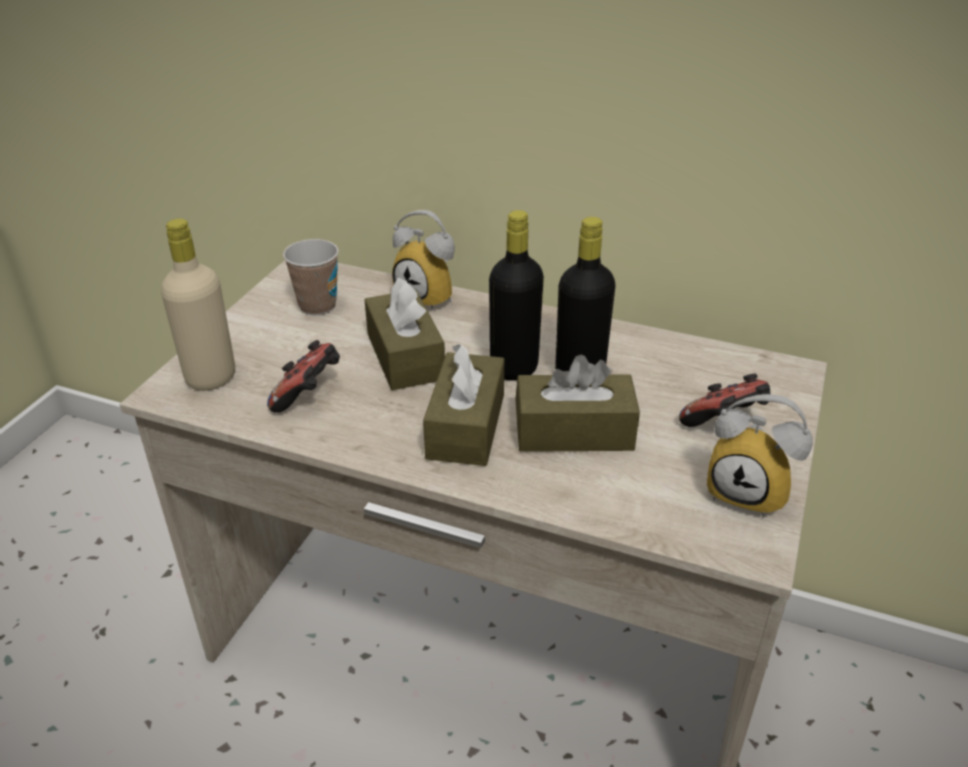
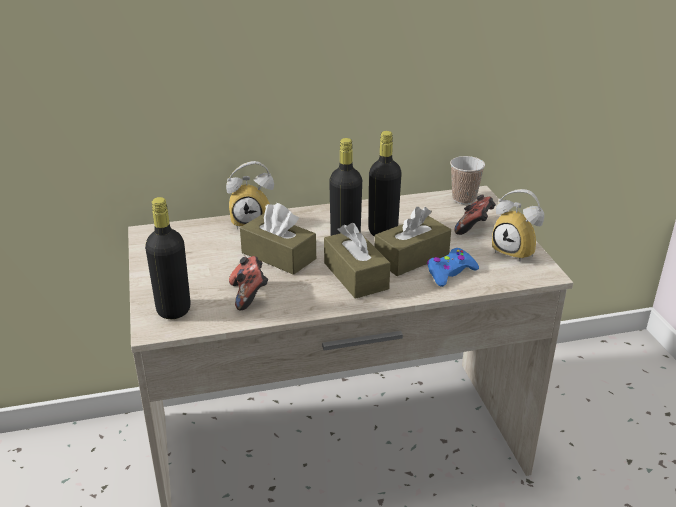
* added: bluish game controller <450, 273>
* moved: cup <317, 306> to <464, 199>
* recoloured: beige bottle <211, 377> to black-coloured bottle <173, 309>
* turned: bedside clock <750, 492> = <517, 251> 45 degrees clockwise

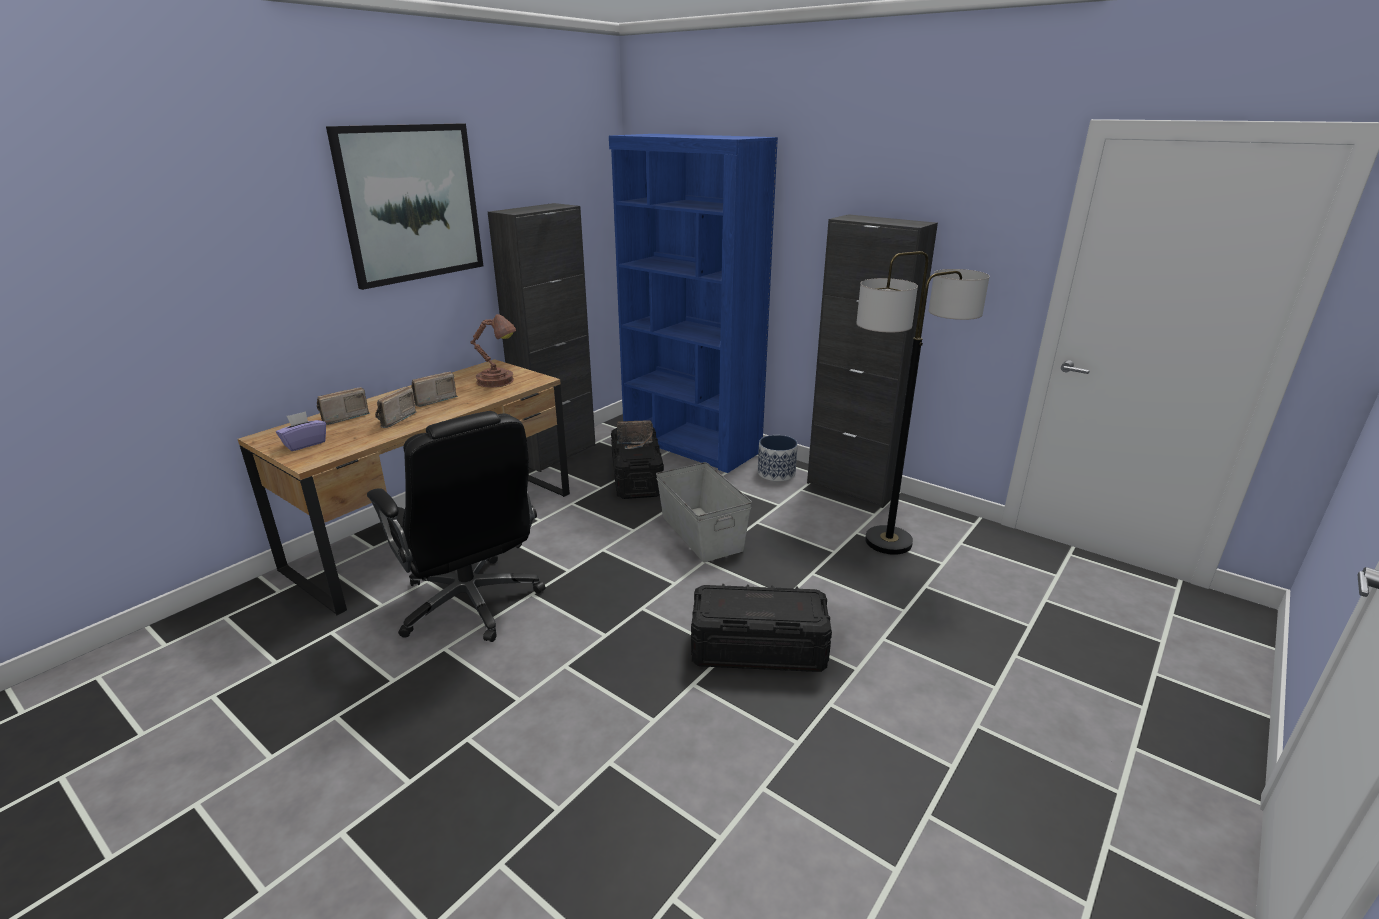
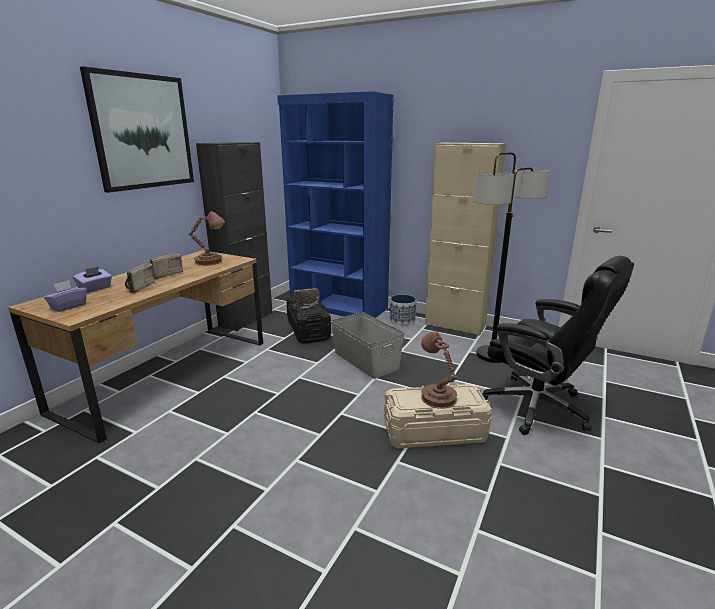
* added: brown-coloured tabletop lamp <436, 396>
* moved: black-coloured desk chair <471, 603> to <538, 407>
* replaced: radio <343, 417> to purple-coloured box of tissues <95, 289>
* recoloured: black-coloured storage container <758, 649> to beige storage container <434, 432>
* recoloured: black-coloured cabinet <852, 488> to beige cabinet <455, 325>

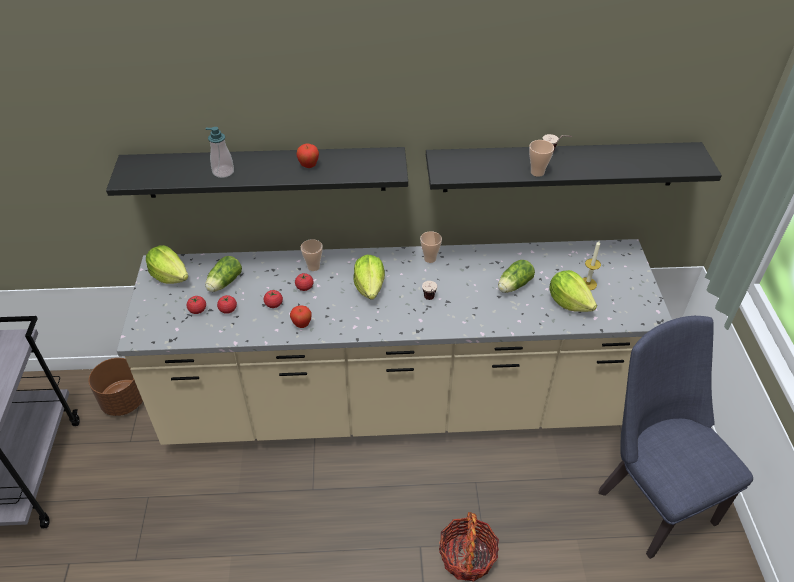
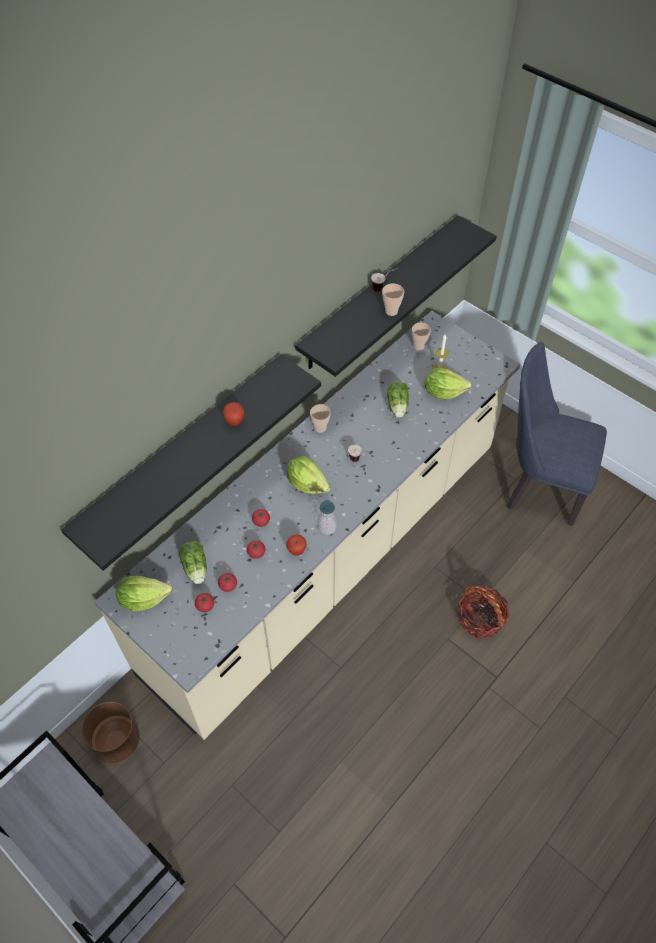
* moved: liquid soap bottle <223, 172> to <327, 526>
* moved: cup <313, 267> to <419, 346>

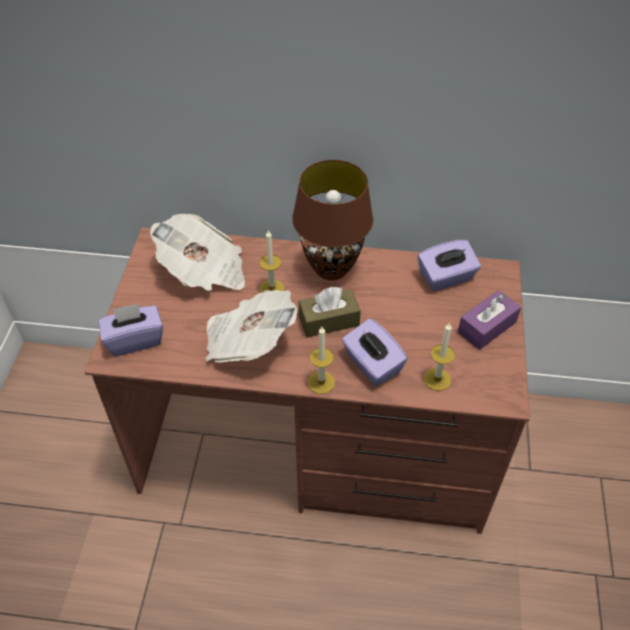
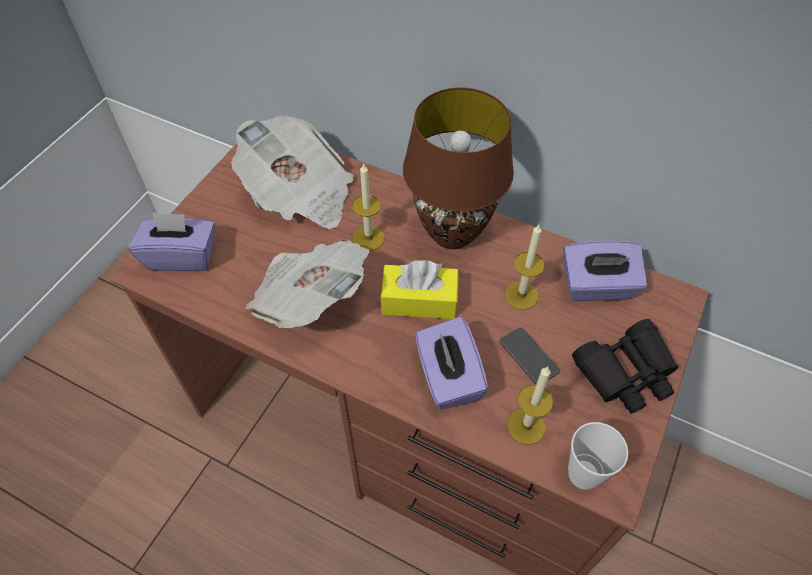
* added: handset <528, 356>
* added: cup <583, 474>
* moved: candle <321, 382> to <521, 295>
* replaced: purple-coloured box of tissues <487, 327> to black-coloured pair of binoculars <625, 373>
* recoloured: brown-coloured box of tissues <329, 321> to yellow box of tissues <419, 301>

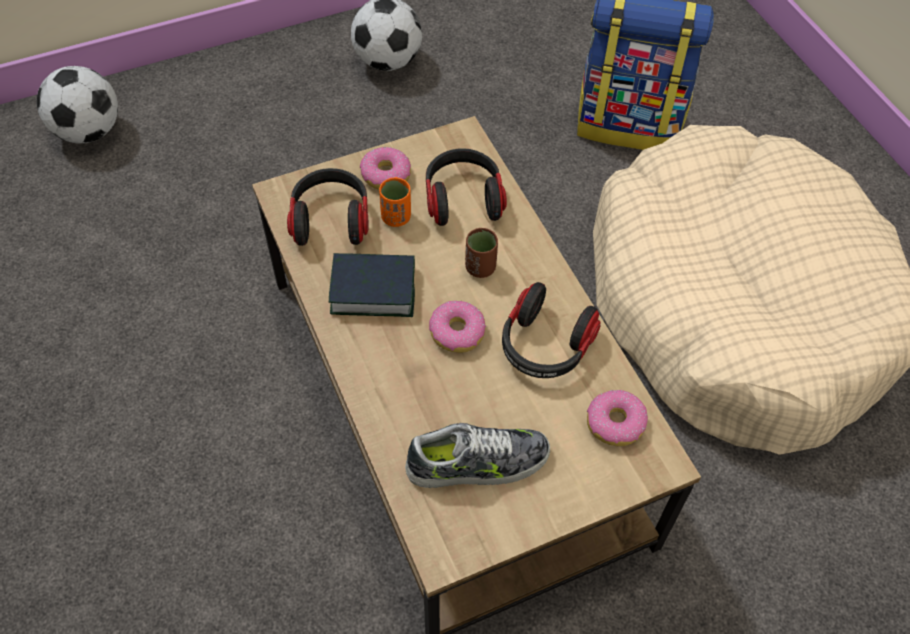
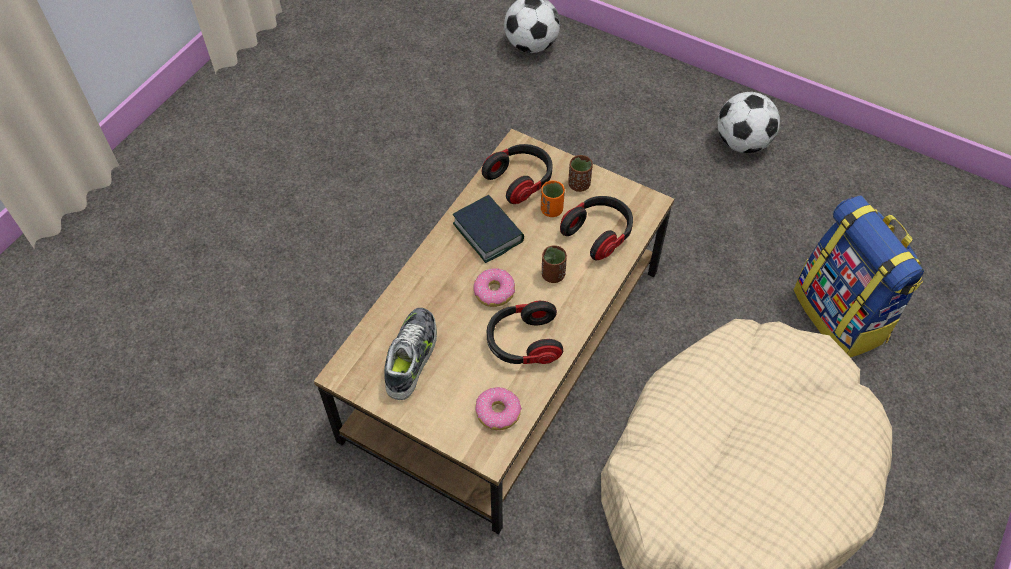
* replaced: ring doughnut <385, 175> to brown-coloured cup <579, 184>
* turned: low shoe <478, 464> = <412, 356> 120 degrees counterclockwise

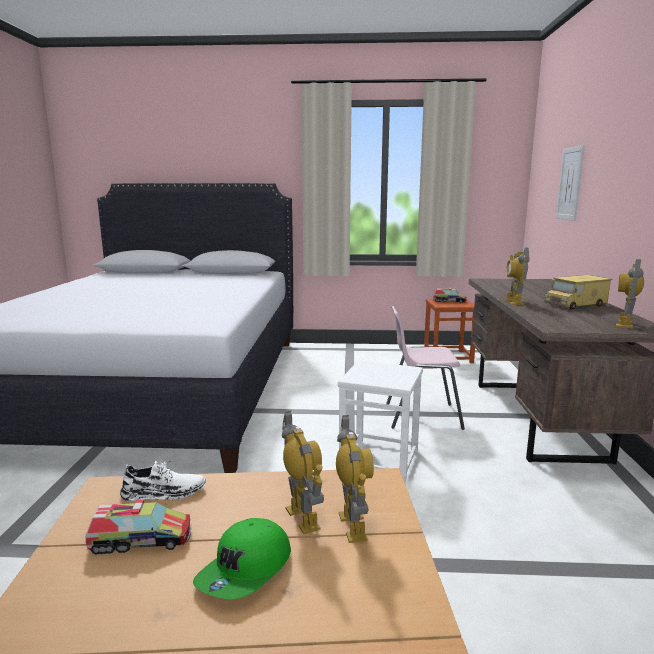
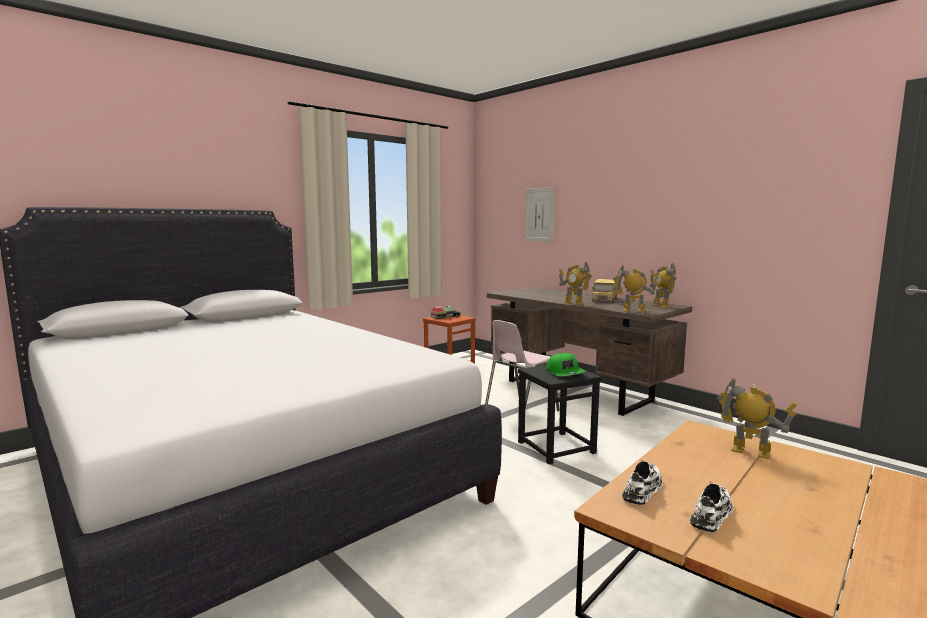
* moved: green-coloured baseball cap <246, 571> to <565, 373>
* moved: robot figure <303, 518> to <633, 311>
* replaced: toy truck <141, 540> to white-coloured low shoe <712, 514>
* recoloured: white-coloured sitting stool <380, 459> to black-coloured sitting stool <556, 447>

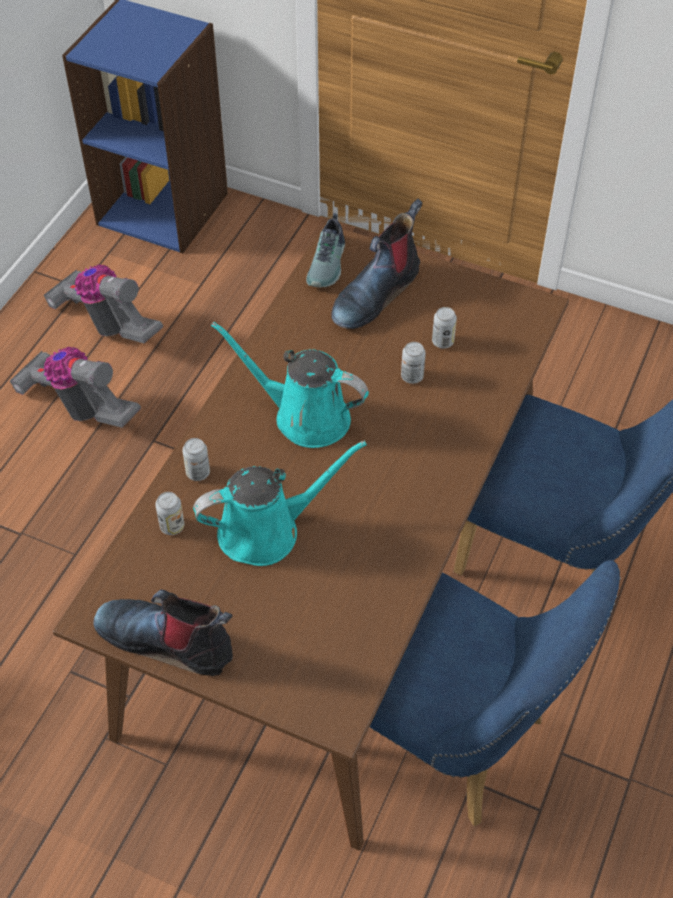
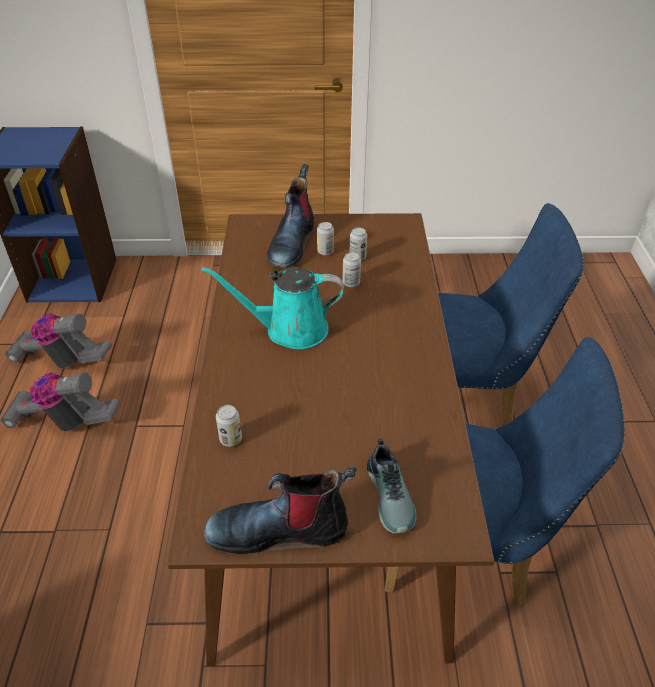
* removed: turquoise-coloured sprinkling can <267, 530>
* moved: sealed can <198, 473> to <325, 251>
* moved: low shoe <329, 264> to <392, 495>

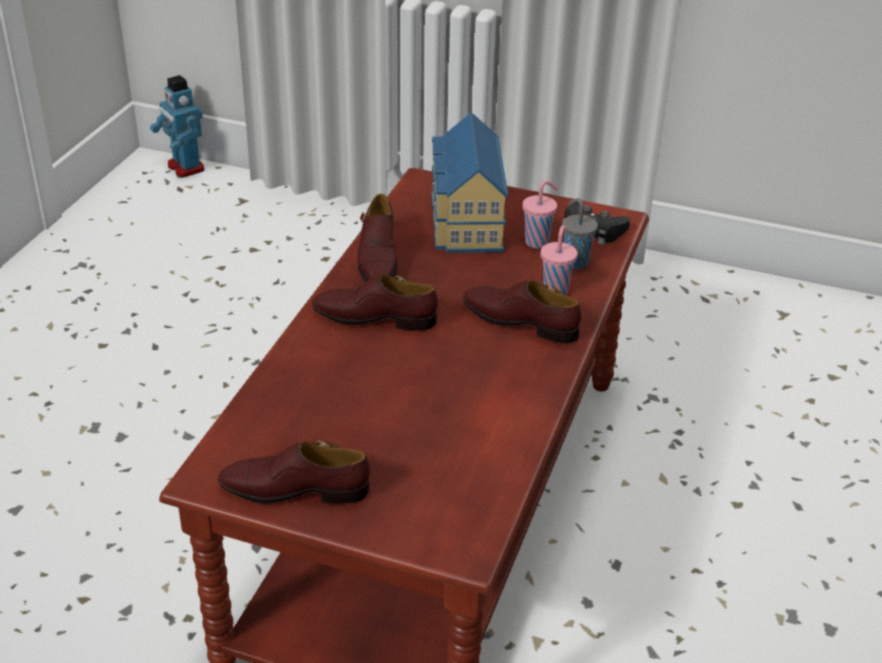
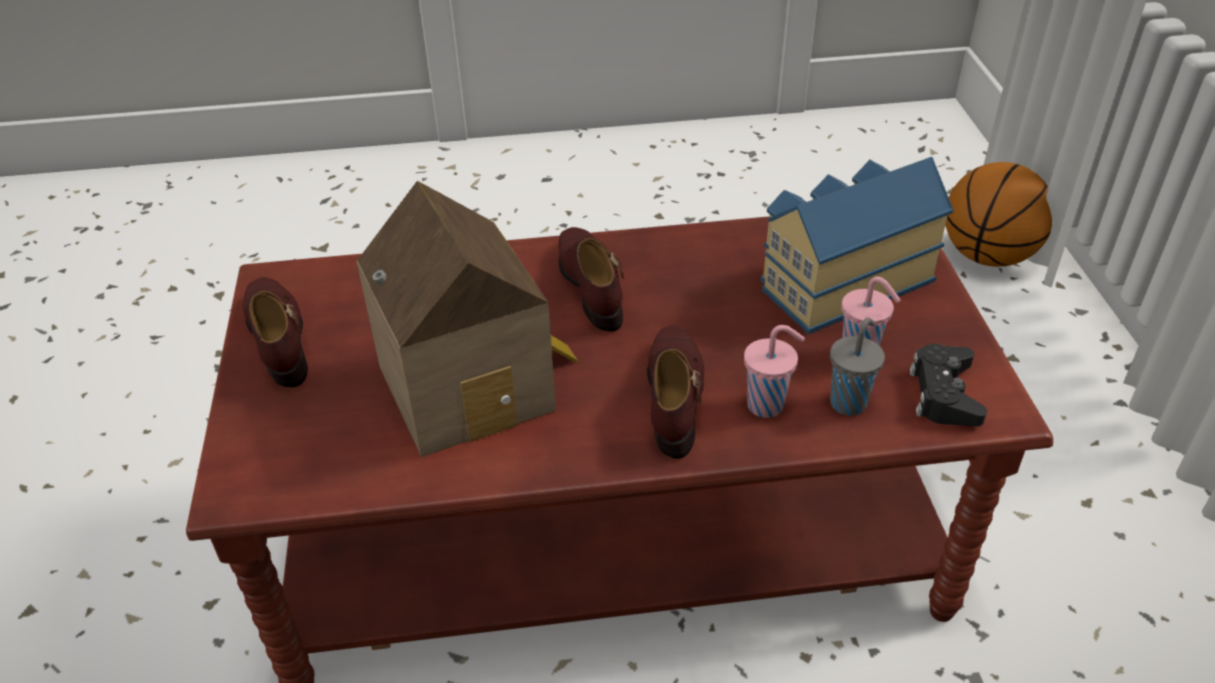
* removed: robot figure <185, 168>
* removed: brown-coloured low shoe <377, 260>
* added: toy house <474, 384>
* added: basketball ball <988, 256>

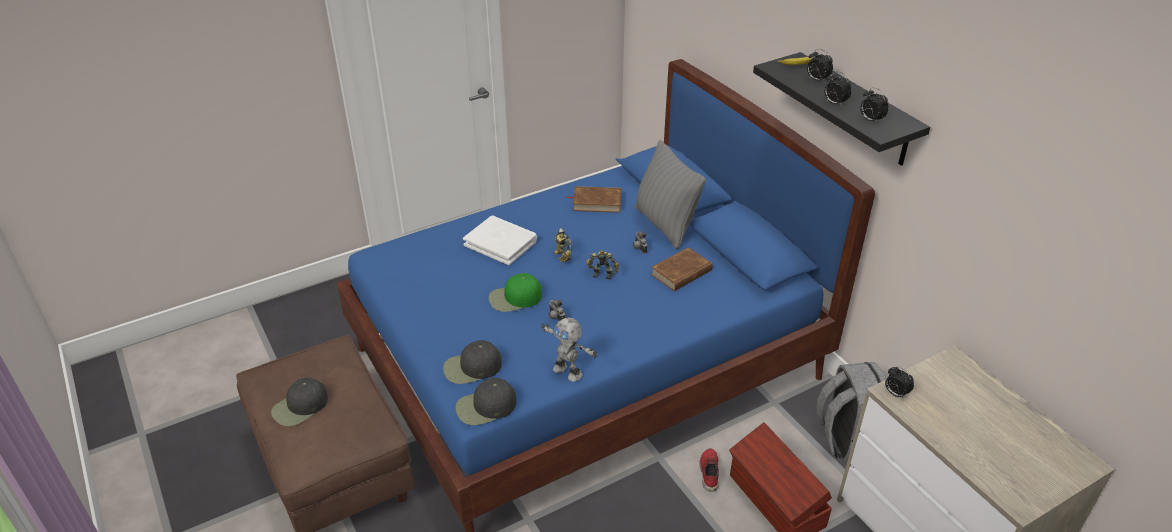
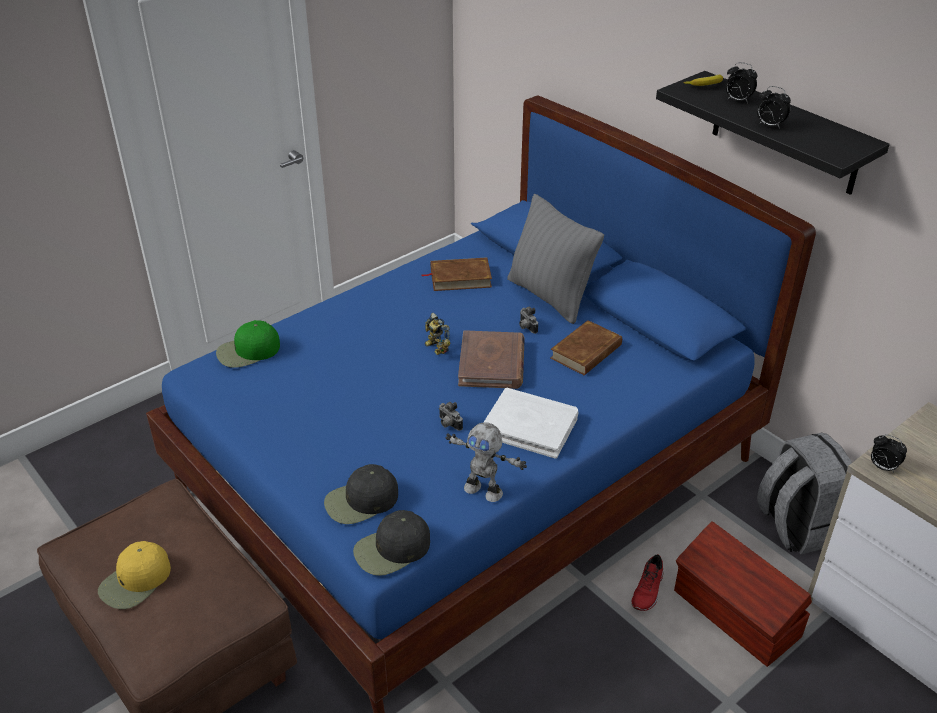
* removed: bedside clock <870, 120>
* moved: white-coloured volume <501, 242> to <530, 426>
* moved: green-coloured baseball cap <515, 298> to <248, 351>
* replaced: robot figure <602, 273> to brown-coloured volume <492, 363>
* recoloured: black-coloured baseball cap <300, 407> to yellow baseball cap <135, 581>
* turned: red-coloured low shoe <708, 472> = <648, 590> 150 degrees counterclockwise

